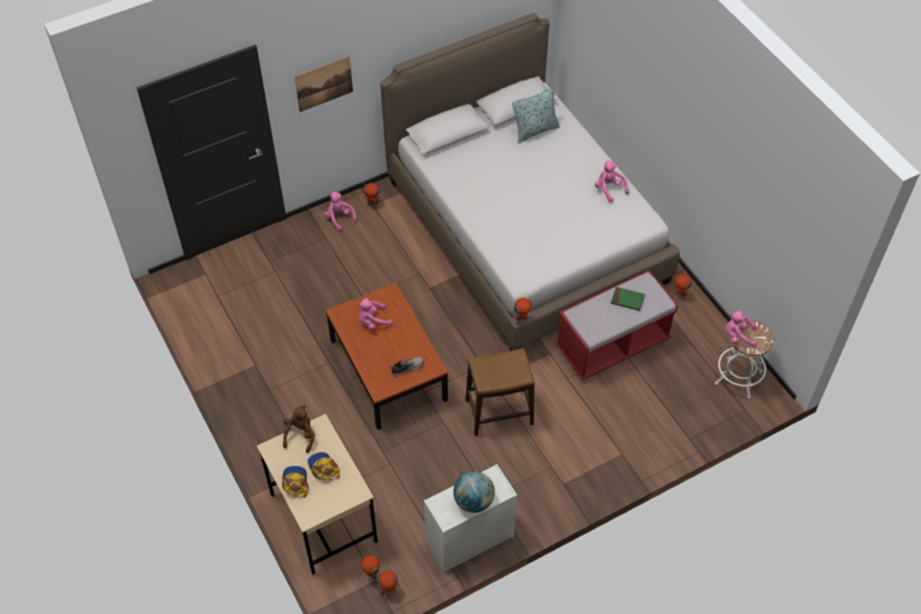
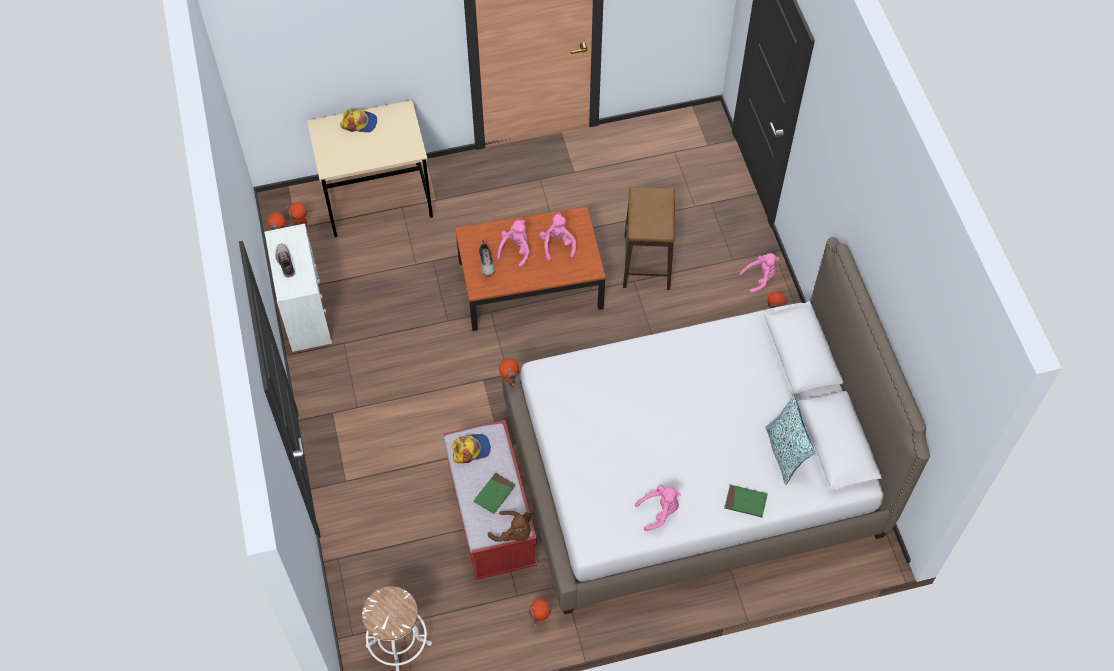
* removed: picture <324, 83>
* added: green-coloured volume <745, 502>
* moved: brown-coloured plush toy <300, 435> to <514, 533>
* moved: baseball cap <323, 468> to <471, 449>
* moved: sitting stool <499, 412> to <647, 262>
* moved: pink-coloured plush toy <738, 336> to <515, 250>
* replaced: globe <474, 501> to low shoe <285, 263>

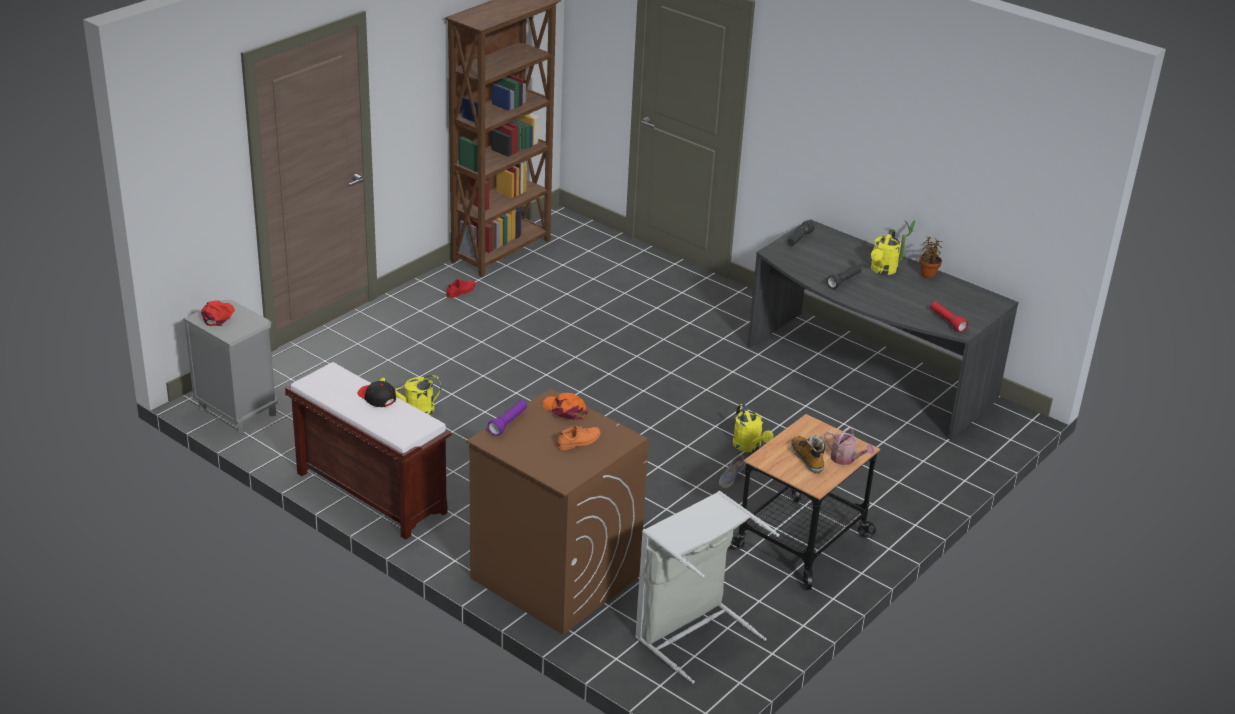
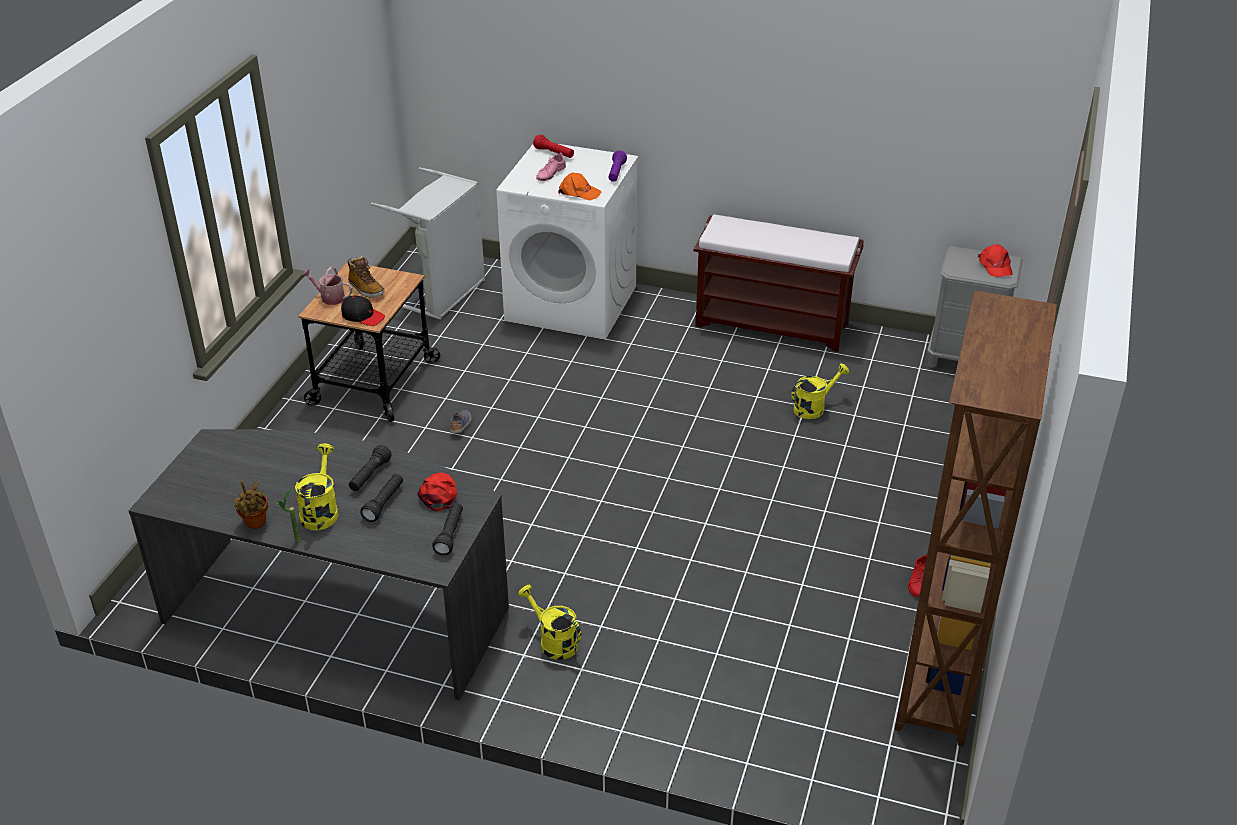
* added: black-coloured hand torch <384, 503>
* added: red-coloured baseball cap <438, 494>
* moved: black-coloured baseball cap <377, 397> to <363, 316>
* moved: yellow sprinkling can <750, 447> to <553, 641>
* moved: red-coloured hand torch <947, 321> to <554, 153>
* recoloured: brown-coloured laundry appliance <553, 577> to white-coloured laundry appliance <572, 303>
* recoloured: orange-coloured low shoe <578, 441> to pink-coloured low shoe <550, 173>

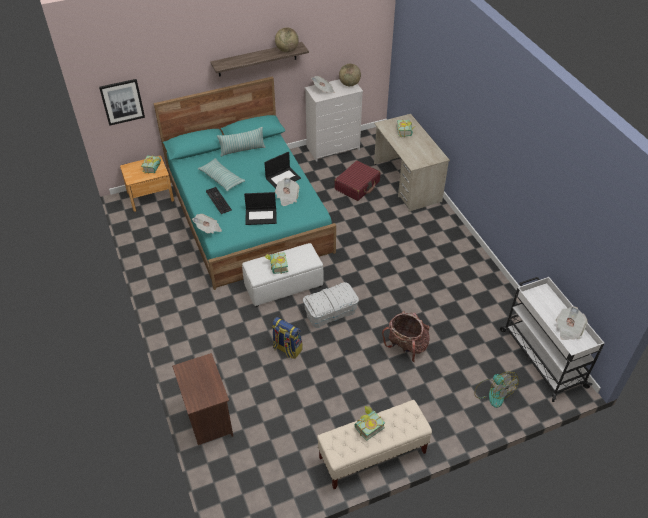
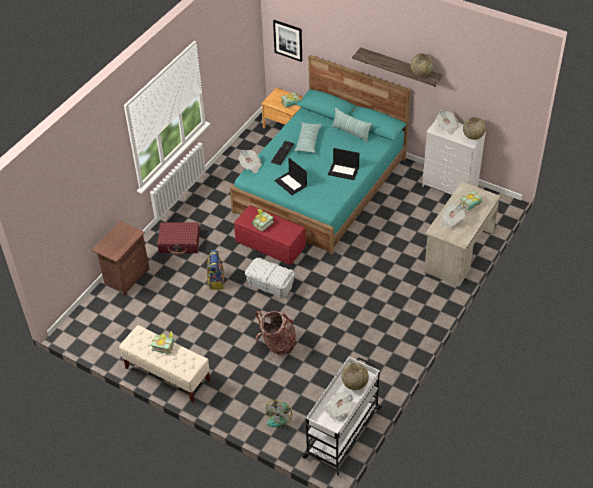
* added: globe <355, 384>
* moved: daily paper <287, 197> to <451, 220>
* moved: red-coloured piece of luggage <357, 185> to <179, 242>
* recoloured: white-coloured pouffe <284, 286> to red-coloured pouffe <271, 246>

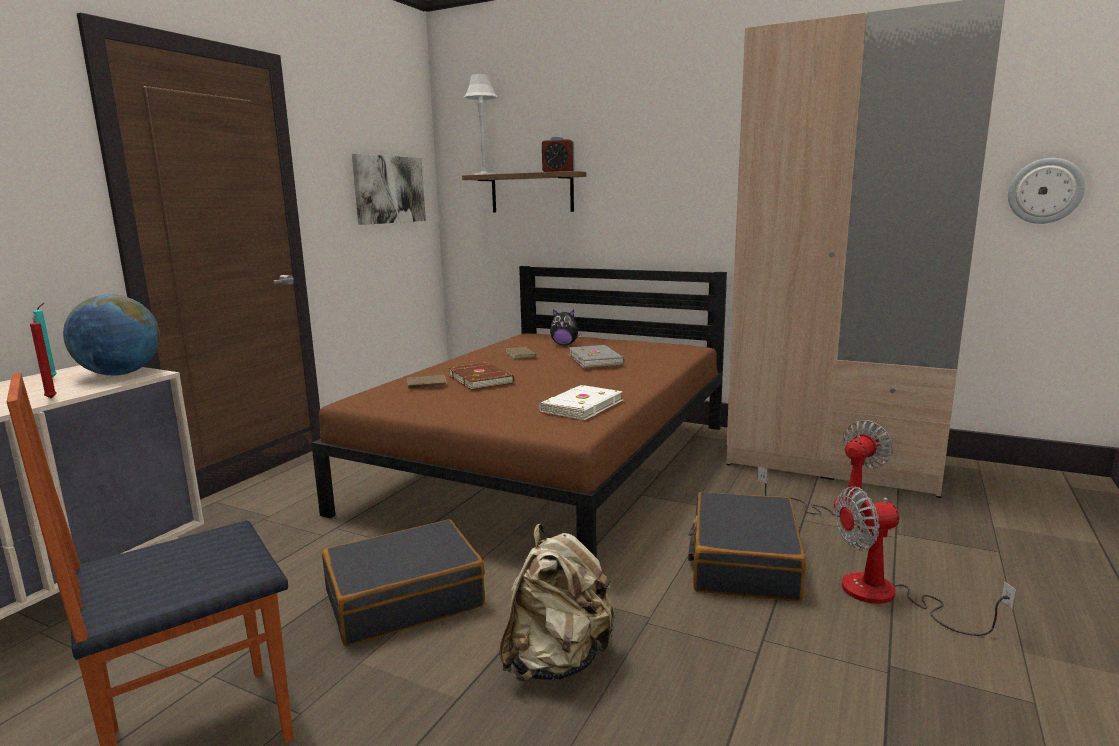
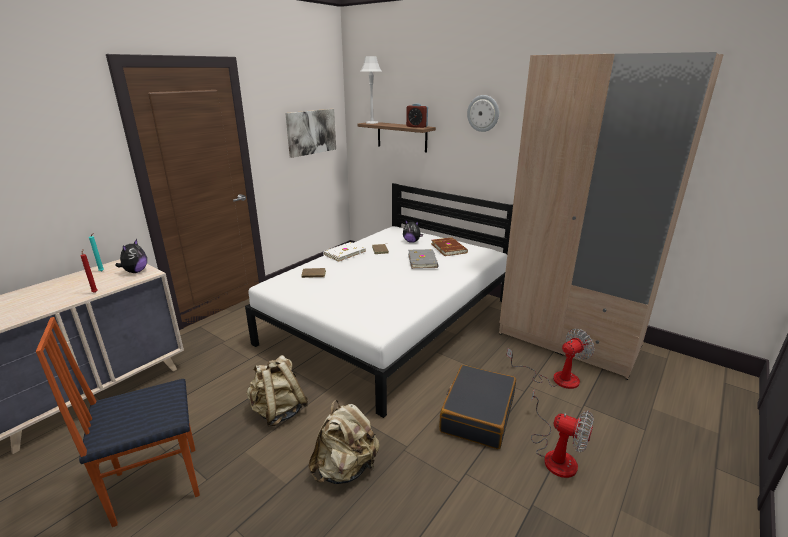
* moved: brown-coloured volume <481, 379> to <449, 248>
* moved: white-coloured volume <580, 406> to <344, 253>
* moved: wall clock <1045, 191> to <483, 113>
* replaced: globe <120, 374> to plush toy <135, 271>
* replaced: black-coloured piece of luggage <404, 598> to beige backpack <278, 411>
* recoloured: brown-coloured sleeping bed <549, 466> to white-coloured sleeping bed <390, 321>
* turned: fan <888, 597> = <555, 454> 150 degrees counterclockwise

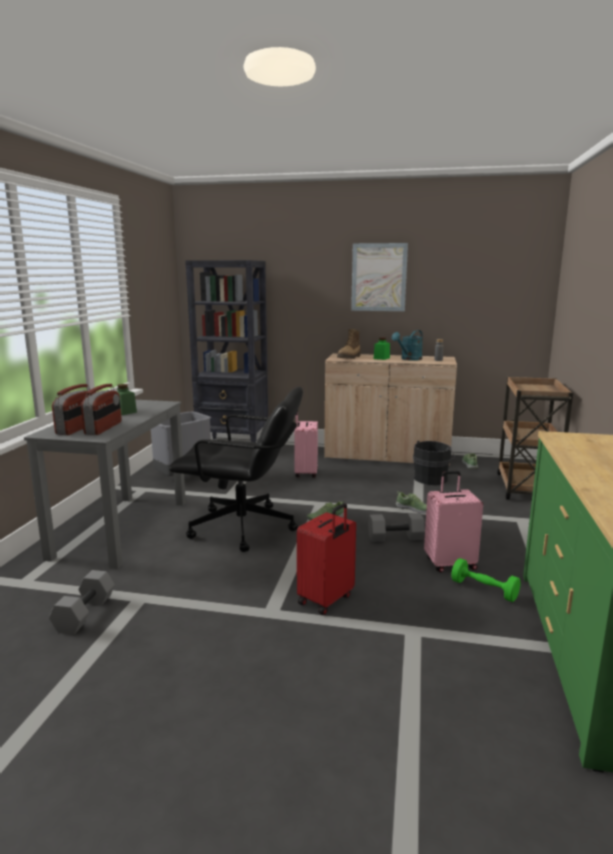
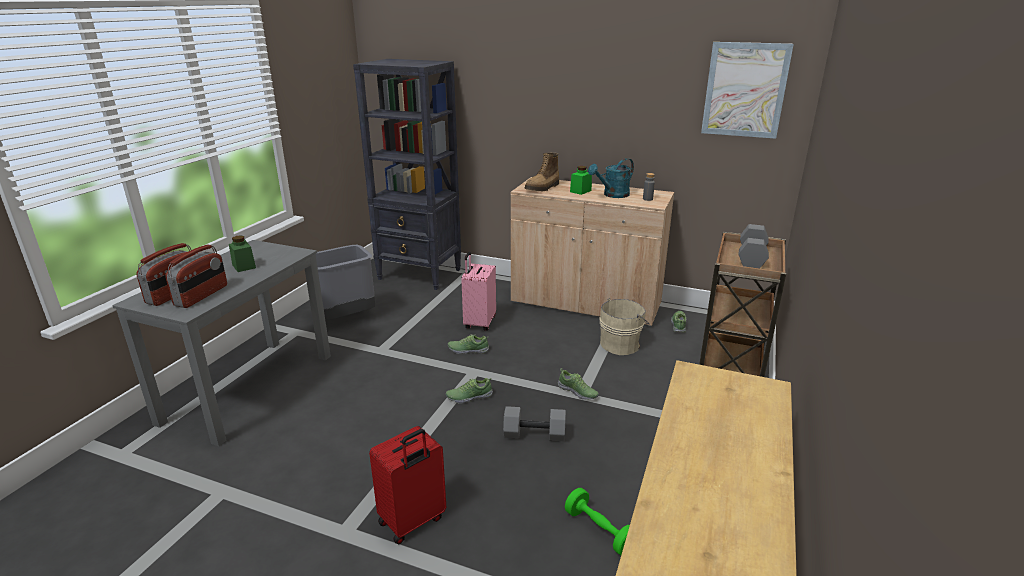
* removed: black-coloured desk chair <243, 528>
* removed: pink-coloured piece of luggage <450, 563>
* added: low shoe <468, 350>
* moved: grey dumbbell <84, 613> to <750, 257>
* moved: picture <379, 277> to <745, 90>
* recoloured: black-coloured water bucket <431, 478> to beige water bucket <621, 344>

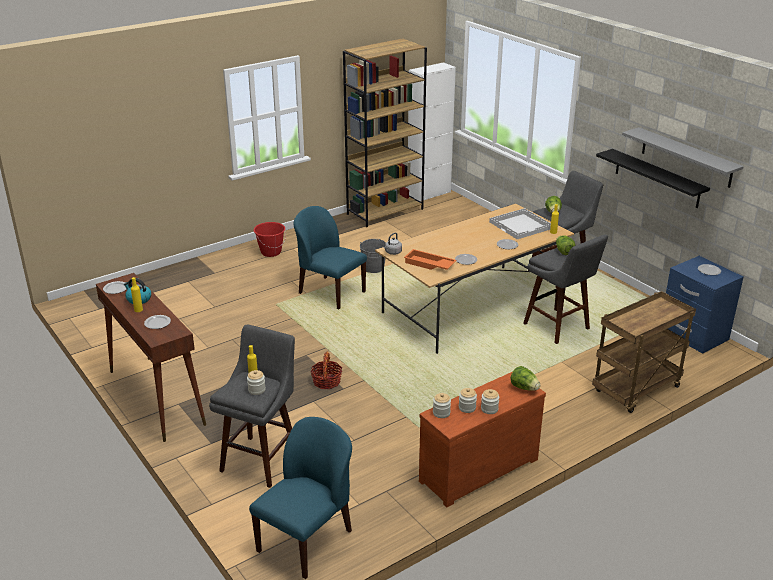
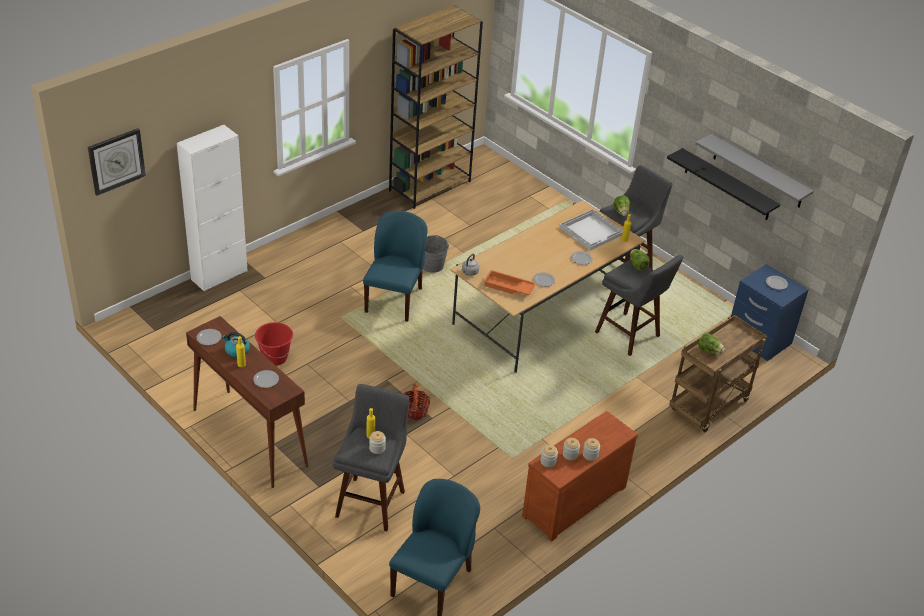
* added: wall clock <116, 161>
* moved: red-coloured water bucket <271, 252> to <275, 358>
* moved: white-coloured cabinet <429, 194> to <219, 275>
* moved: head of lettuce <524, 388> to <709, 350>
* turned: bluish plain chair <330, 292> = <394, 299> 75 degrees clockwise

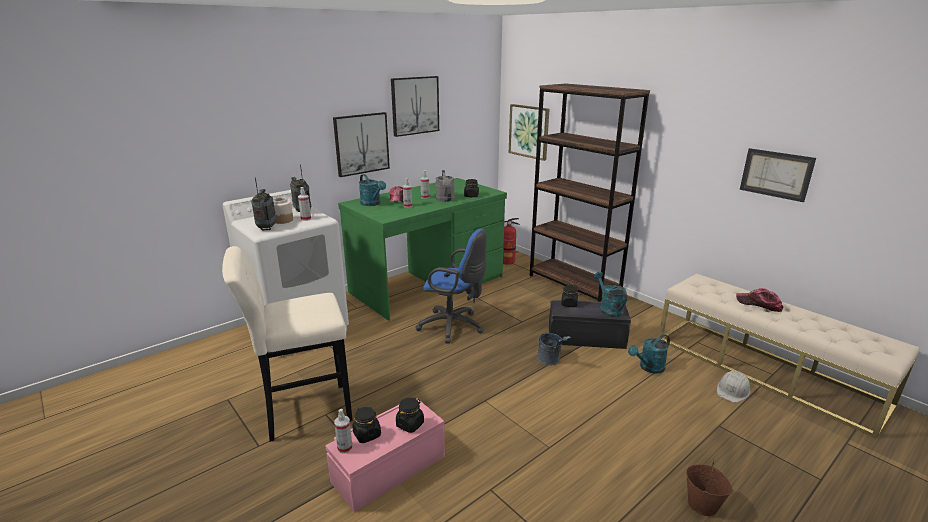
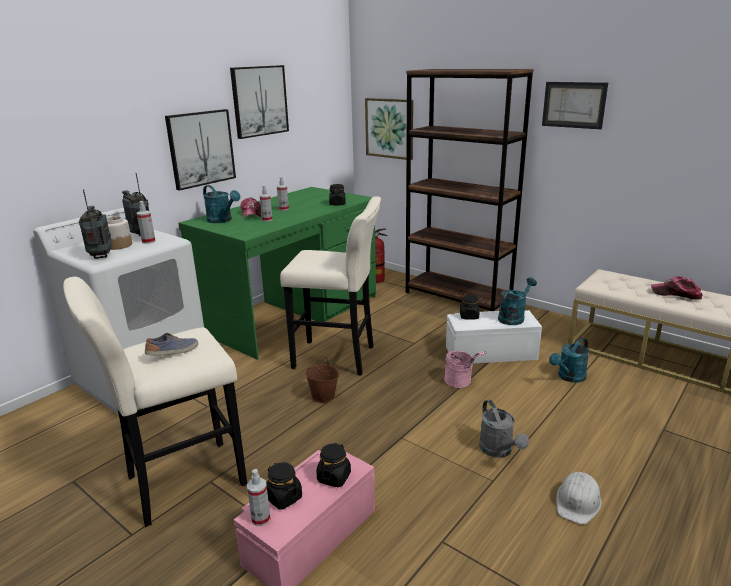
* added: low shoe <173, 353>
* moved: grey sprinkling can <445, 200> to <499, 451>
* moved: brown-coloured water bucket <703, 505> to <323, 396>
* moved: white-coloured safety helmet <733, 390> to <578, 502>
* moved: picture <776, 174> to <574, 105>
* replaced: bluish desk chair <454, 327> to beige sitting stool <338, 358>
* recoloured: grey water bucket <551, 361> to pink-coloured water bucket <461, 383>
* recoloured: black-coloured storage container <586, 337> to white-coloured storage container <490, 352>
* turned: turquoise-coloured sprinkling can <608, 309> = <513, 317> 75 degrees clockwise

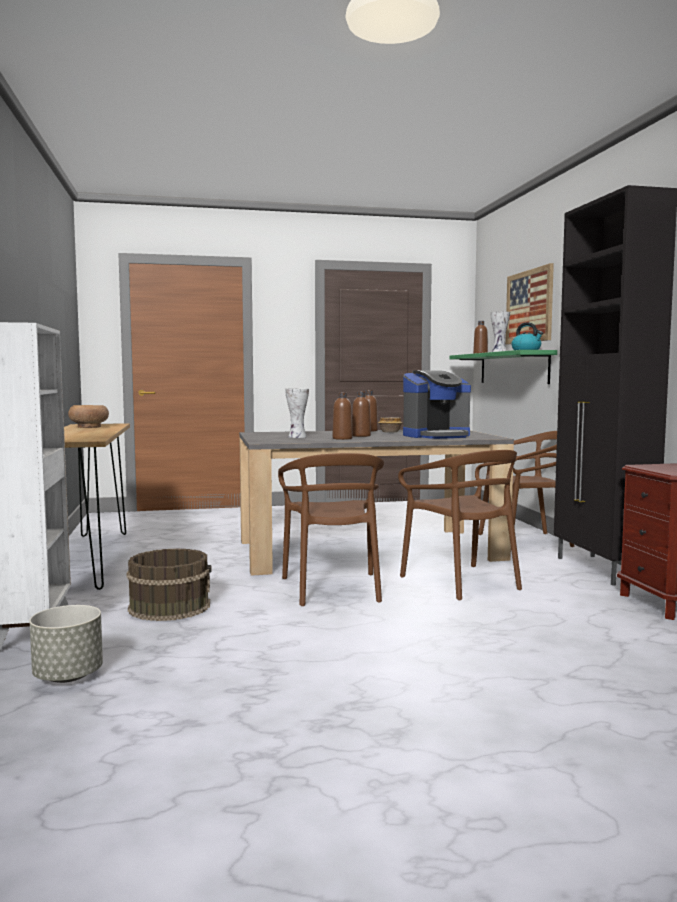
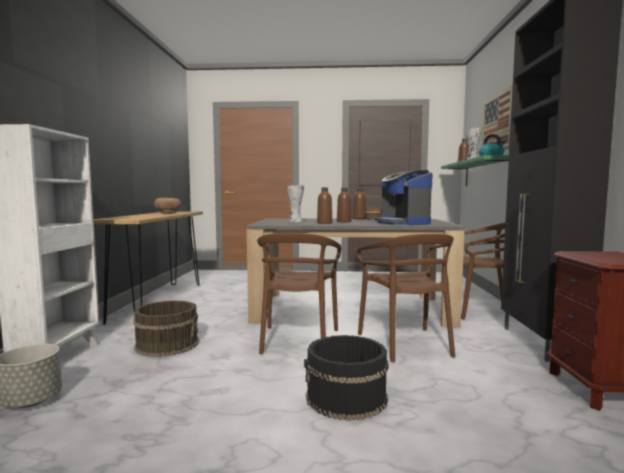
* added: black-coloured water bucket <346, 398>
* turned: coffee brewer <436, 436> = <403, 223> 75 degrees clockwise

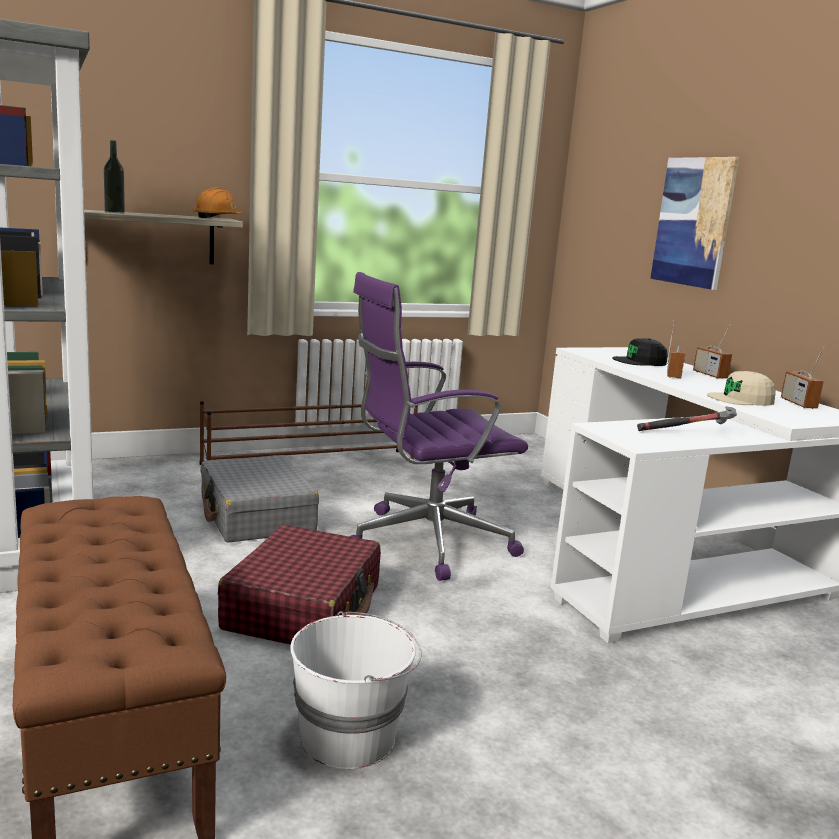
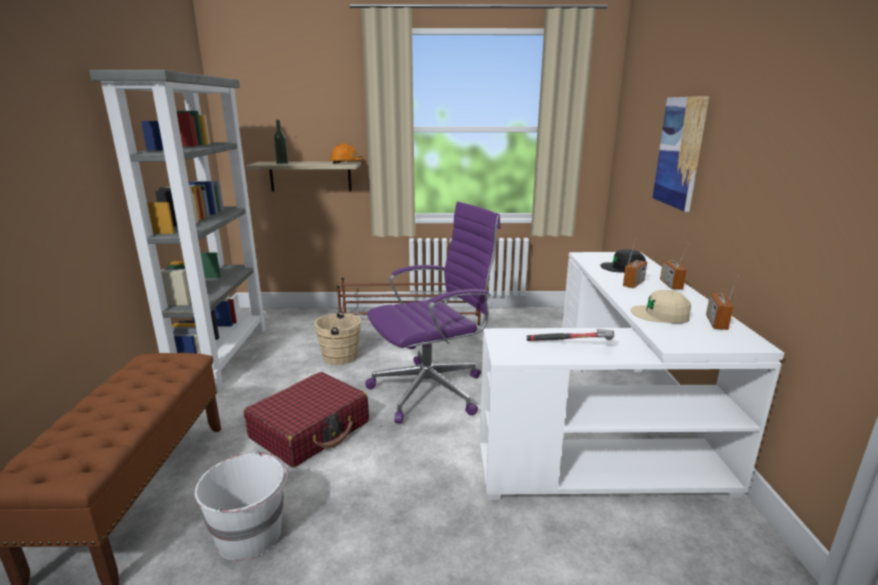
* replaced: grey piece of luggage <256, 516> to beige water bucket <343, 357>
* turned: purple-coloured desk chair <425, 542> = <431, 390> 150 degrees clockwise

